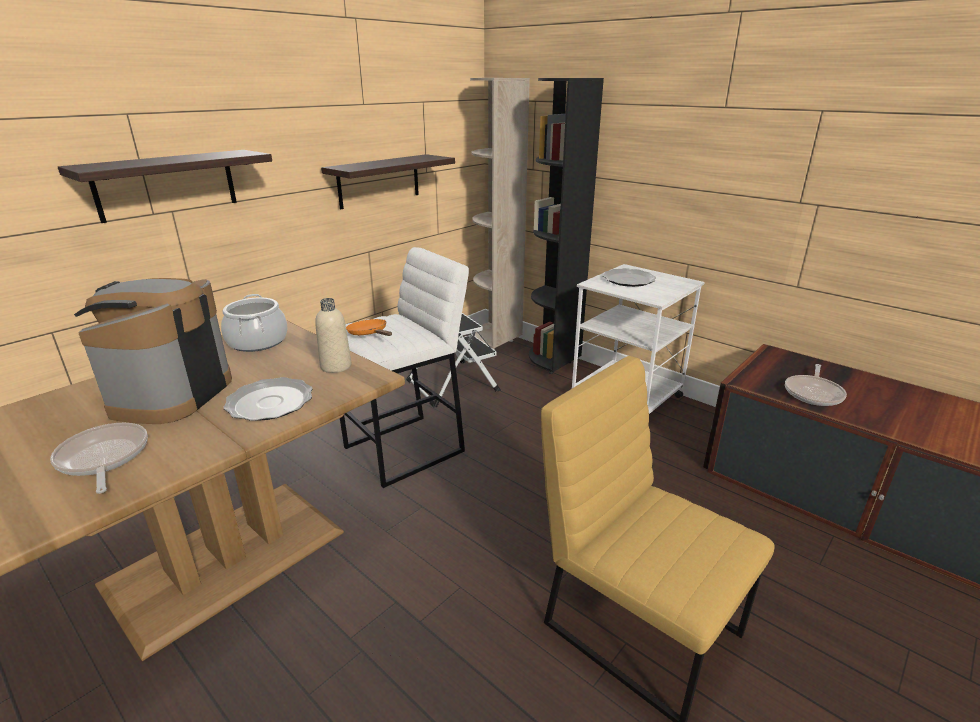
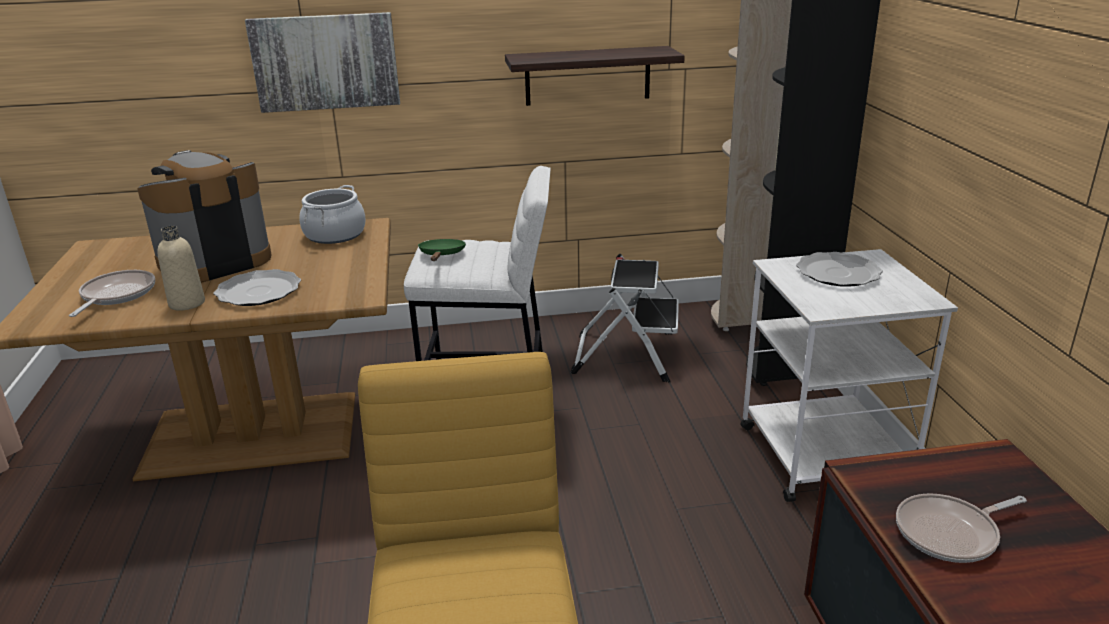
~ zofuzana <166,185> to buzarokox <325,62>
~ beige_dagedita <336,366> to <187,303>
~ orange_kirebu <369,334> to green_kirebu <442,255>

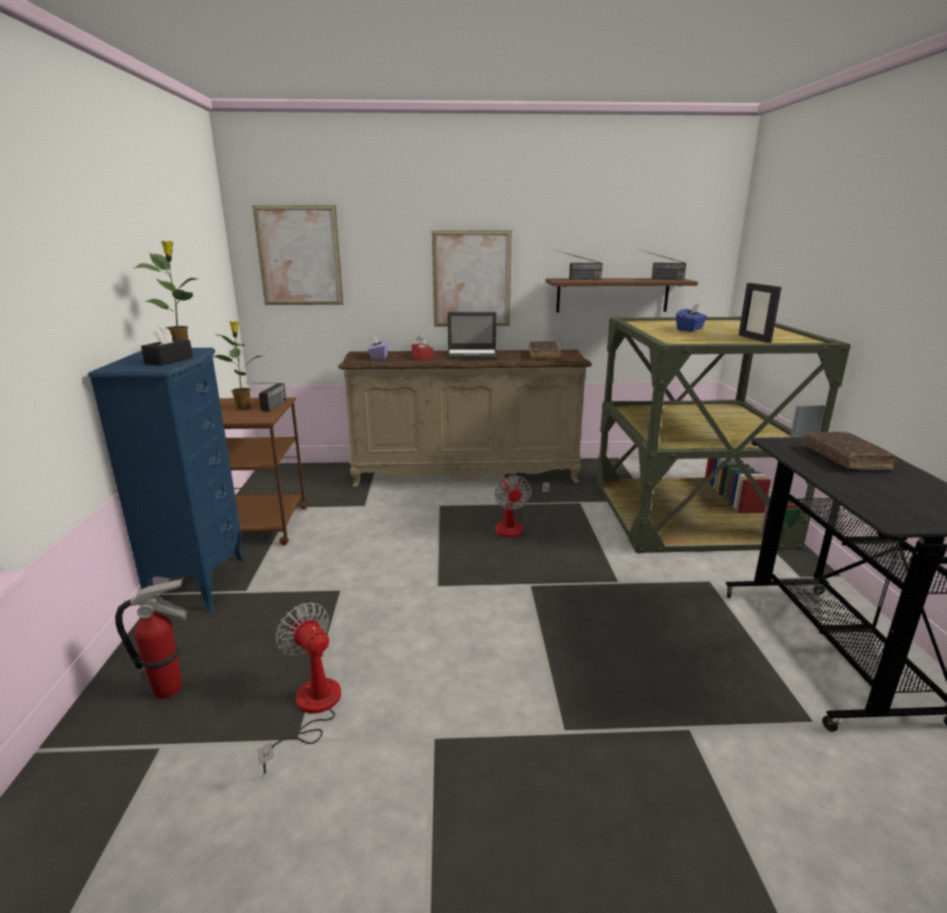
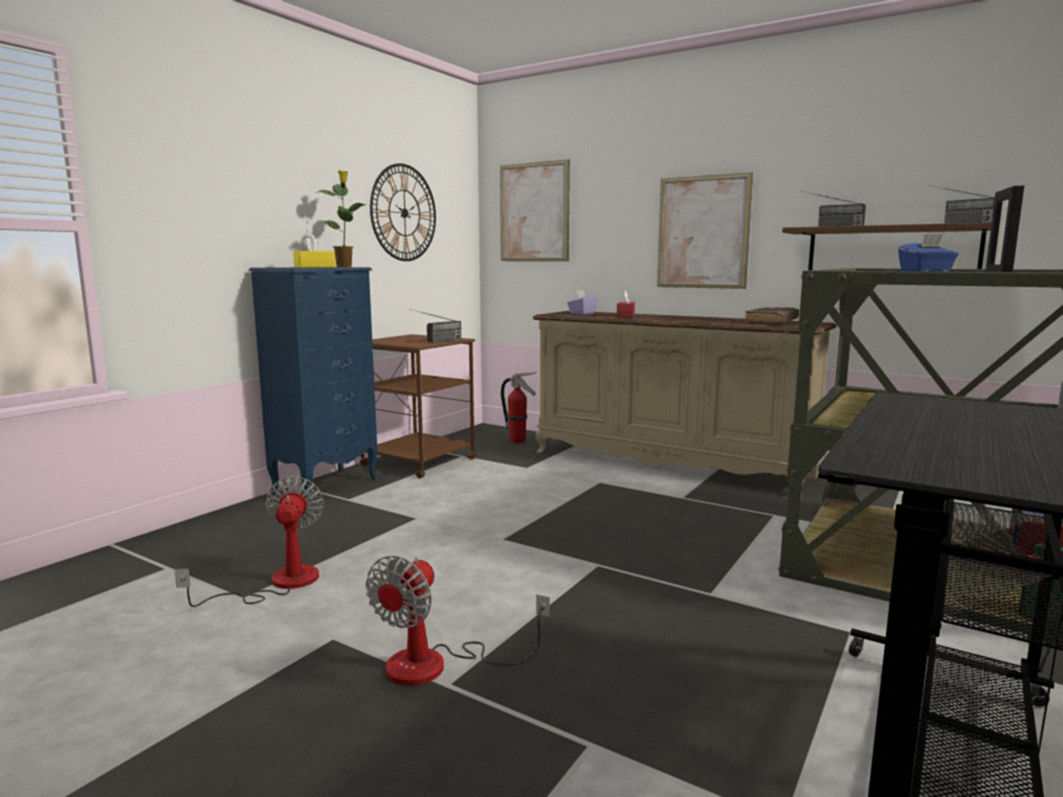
~ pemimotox <169,689> to <518,441>
~ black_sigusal <169,360> to yellow_sigusal <314,267>
- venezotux <244,407>
- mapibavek <472,354>
~ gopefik <516,526> to <438,665>
- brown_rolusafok <844,458>
+ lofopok <404,213>

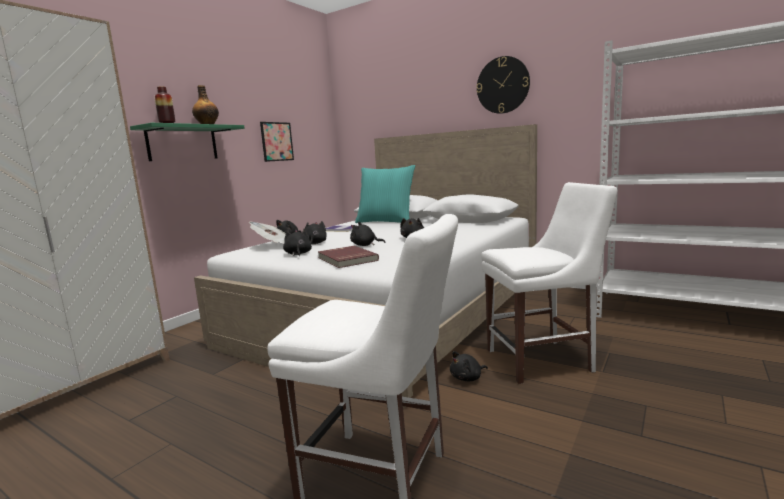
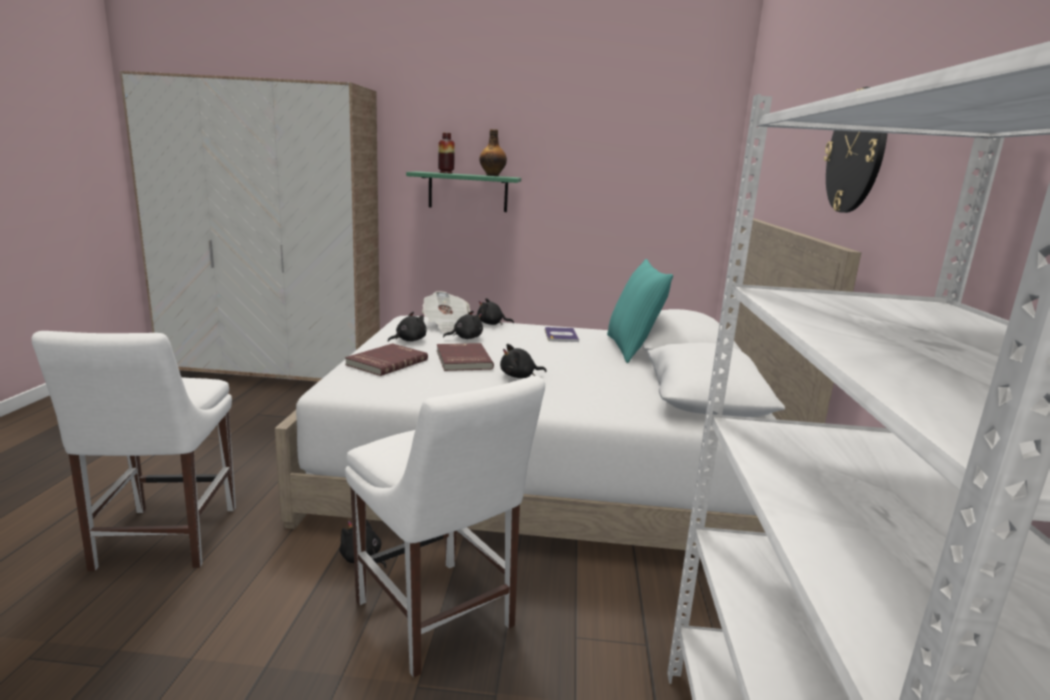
- buzarokox <277,141>
~ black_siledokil <365,245> to red_rolusafok <462,360>

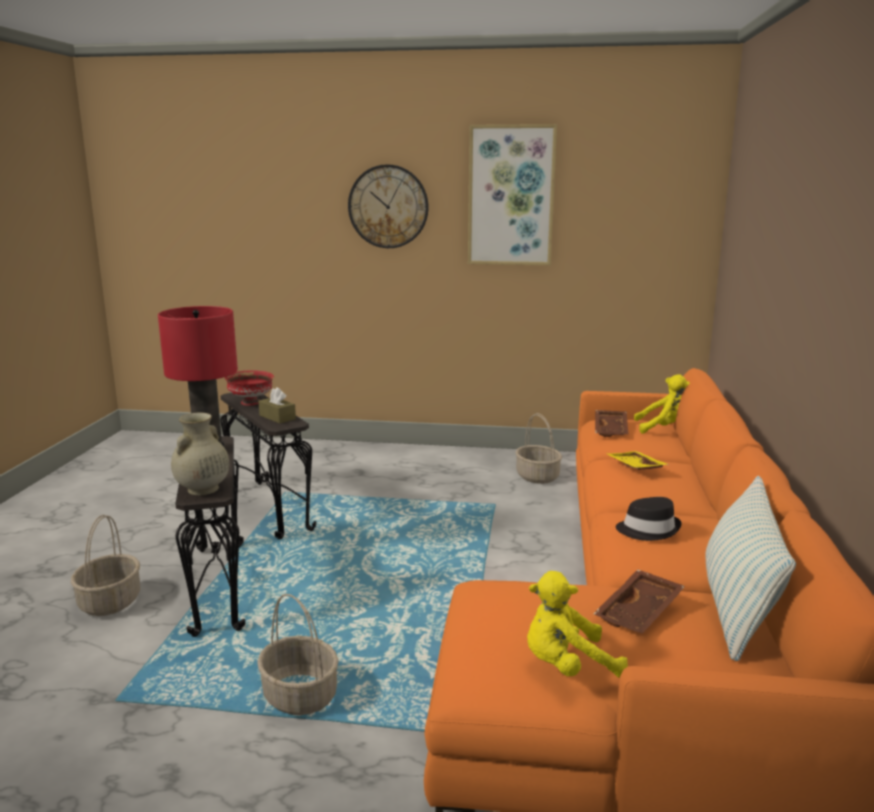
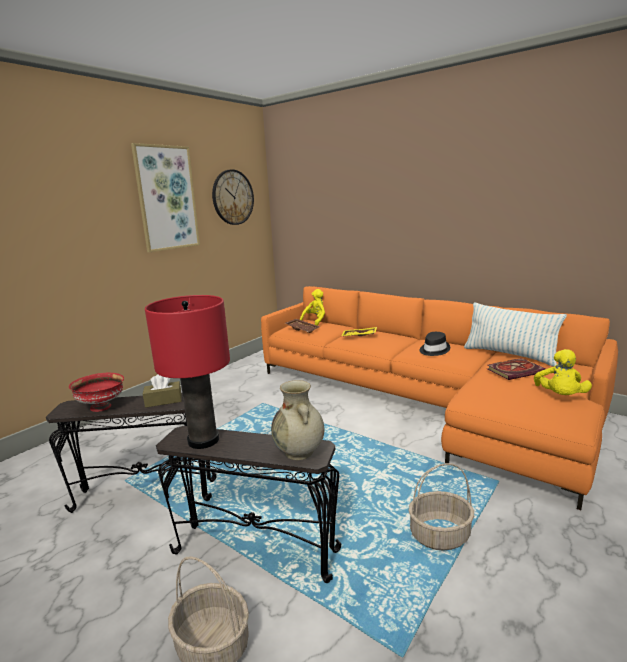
~ lofopok <388,206> to <232,197>
- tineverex <538,477>
~ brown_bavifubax <640,612> to rolusafok <515,370>

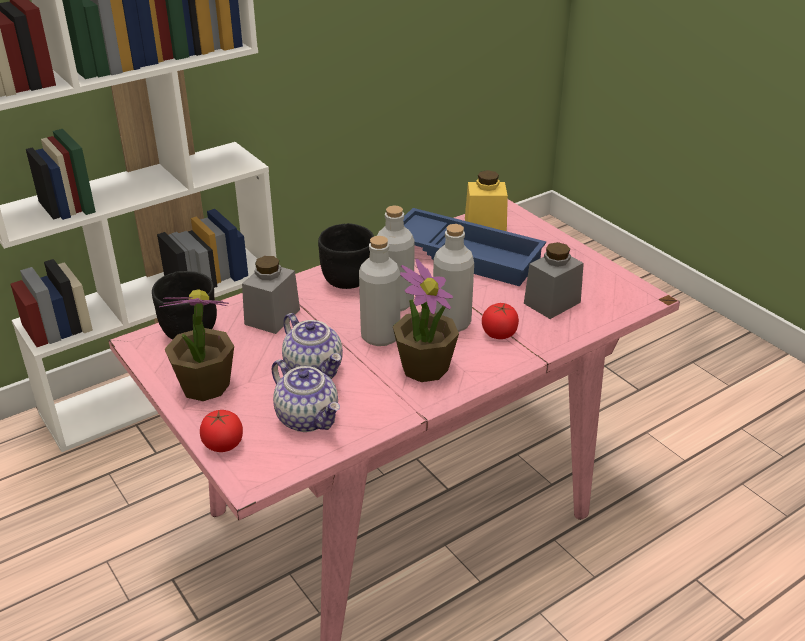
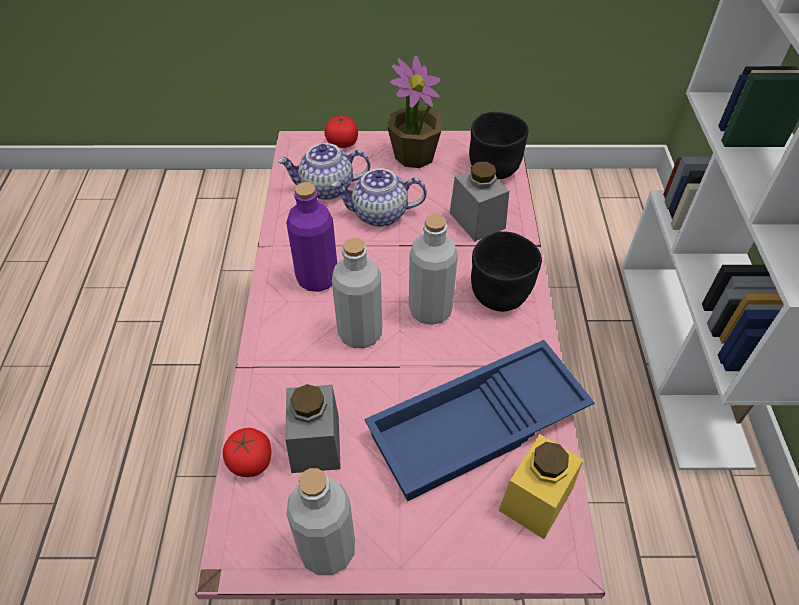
~ grey_dagedita <380,336> to <327,550>
~ venezotux <424,367> to purple_dagedita <317,278>
~ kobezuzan <499,333> to <250,462>

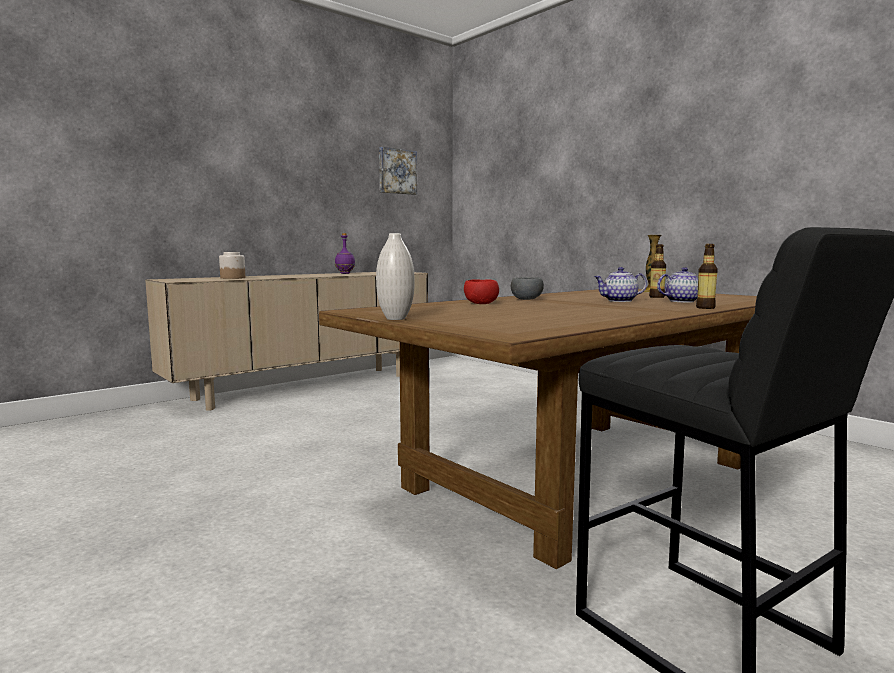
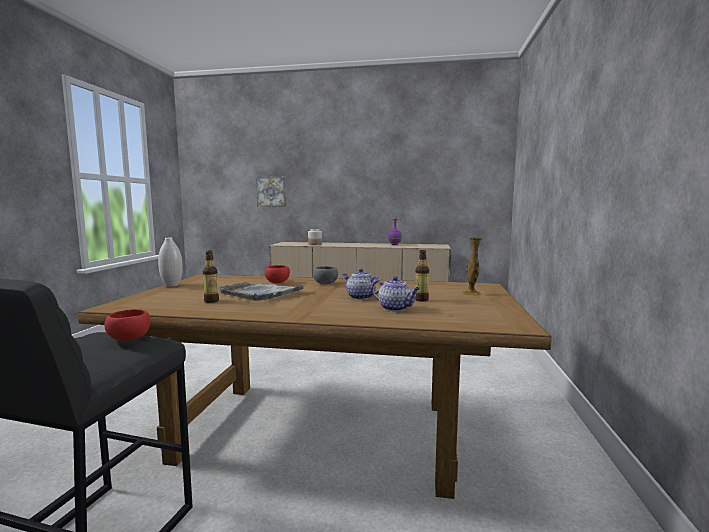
~ buzarokox <397,171> to <272,191>
~ dagedita <705,308> to <211,301>
+ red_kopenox <130,339>
+ grey_bavifubax <260,293>

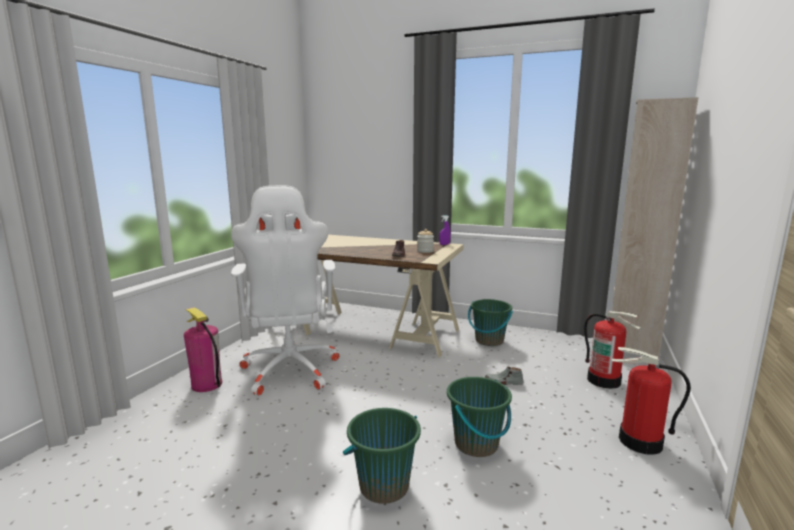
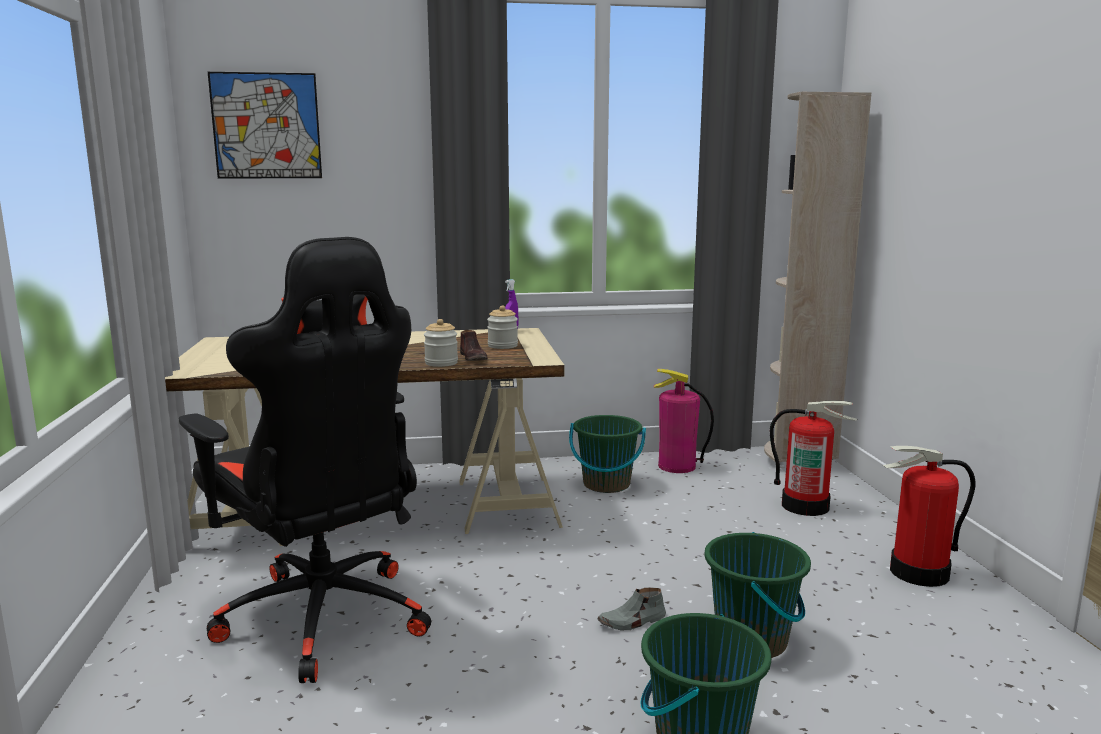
~ pemimotox <206,384> to <677,466>
~ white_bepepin <290,366> to black_bepepin <317,611>
~ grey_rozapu <503,382> to <632,621>
+ buzarokox <266,126>
+ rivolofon <441,363>

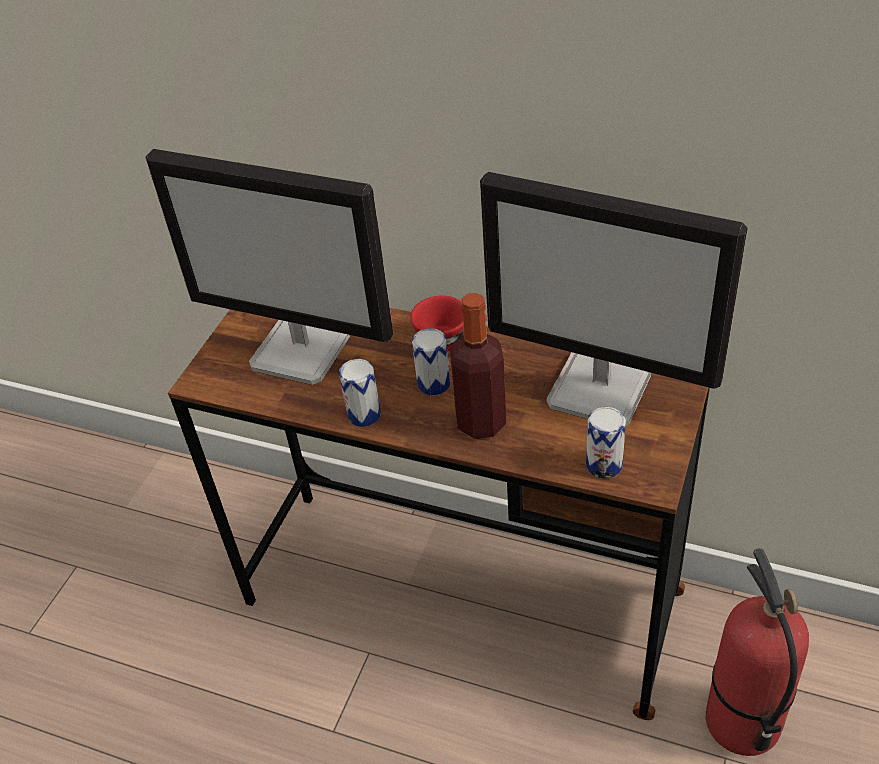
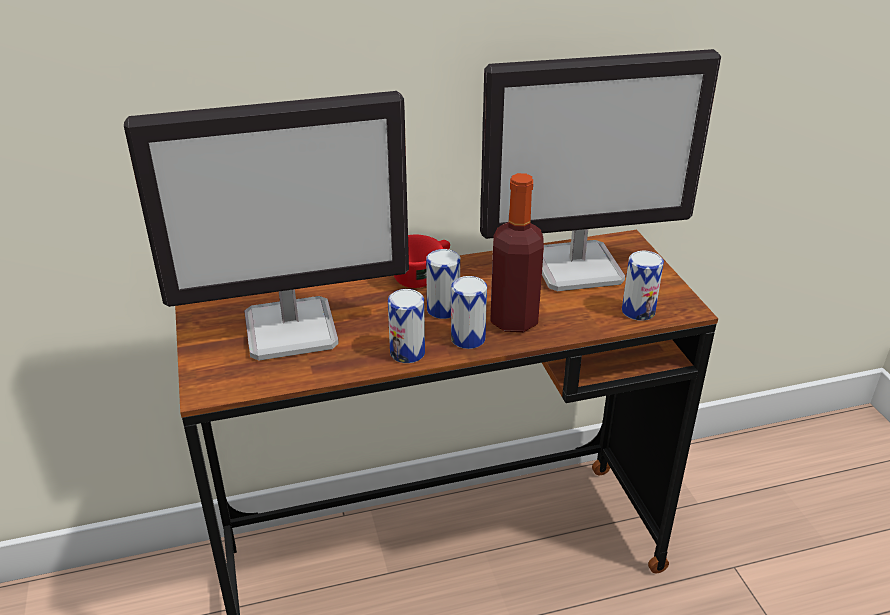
- pemimotox <741,722>
+ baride <468,338>

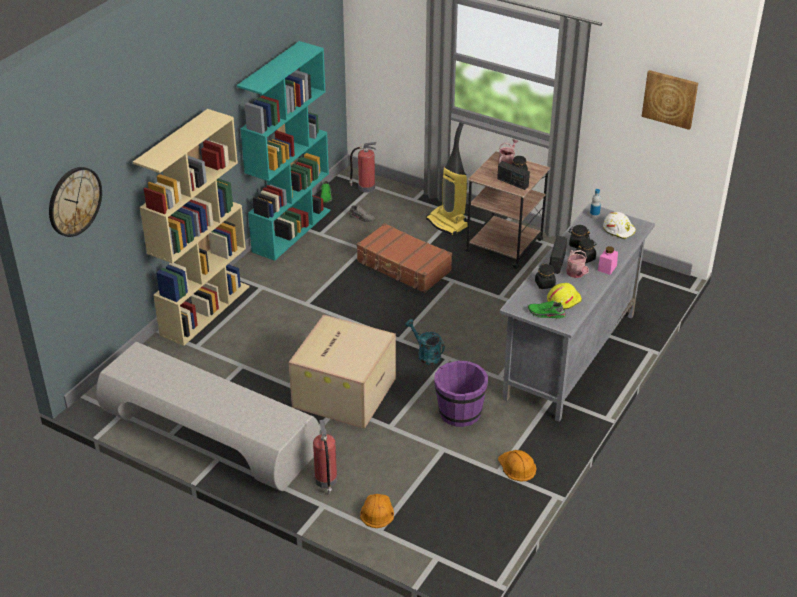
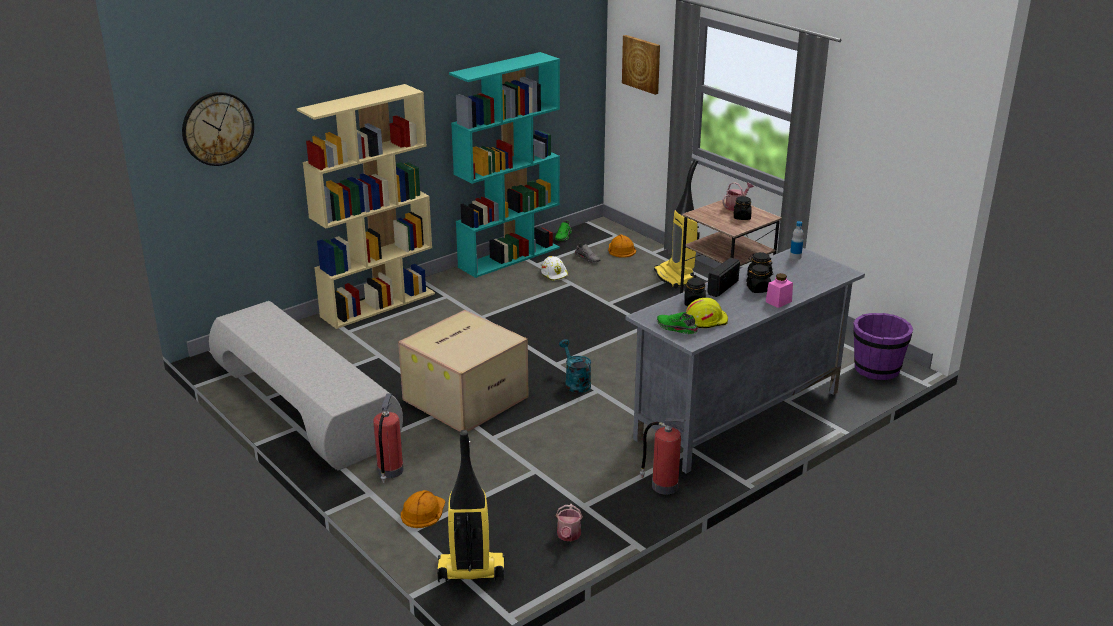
~ pemimotox <365,187> to <663,486>
- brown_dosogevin <403,267>
~ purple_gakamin <459,412> to <876,369>
- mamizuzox <512,183>
~ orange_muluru <517,466> to <621,250>
~ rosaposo <576,274> to <568,536>
~ white_muluru <619,230> to <555,274>
~ buzarokox <670,99> to <642,64>
+ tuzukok <470,572>

